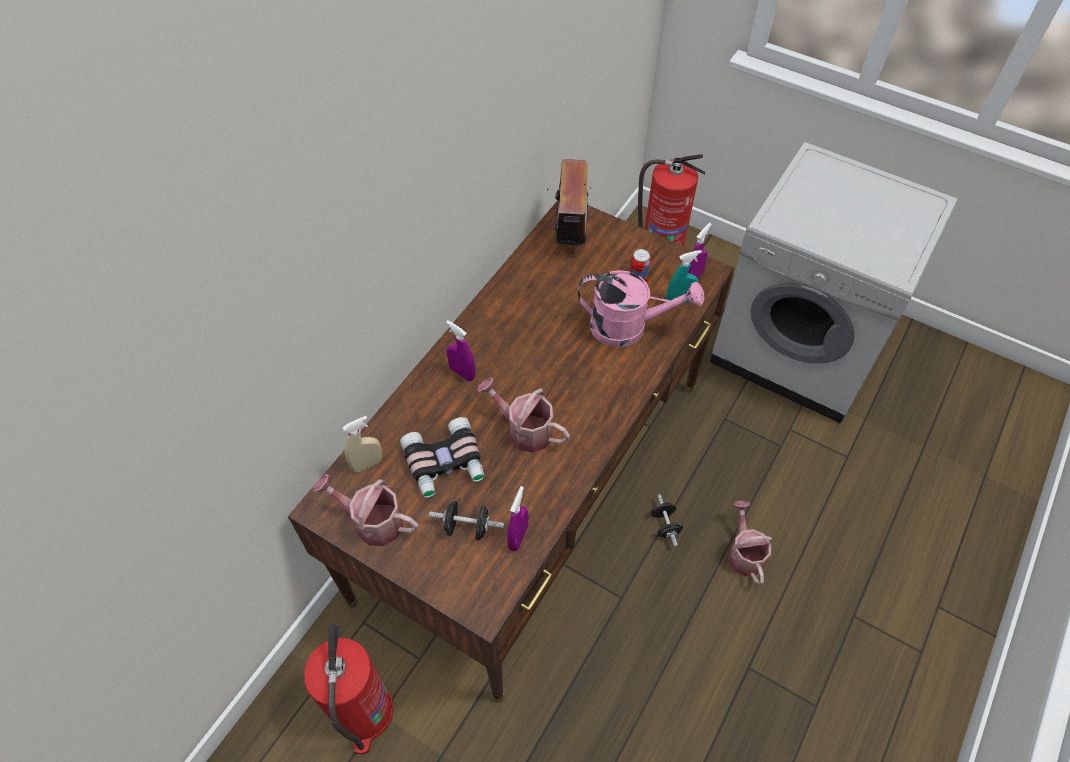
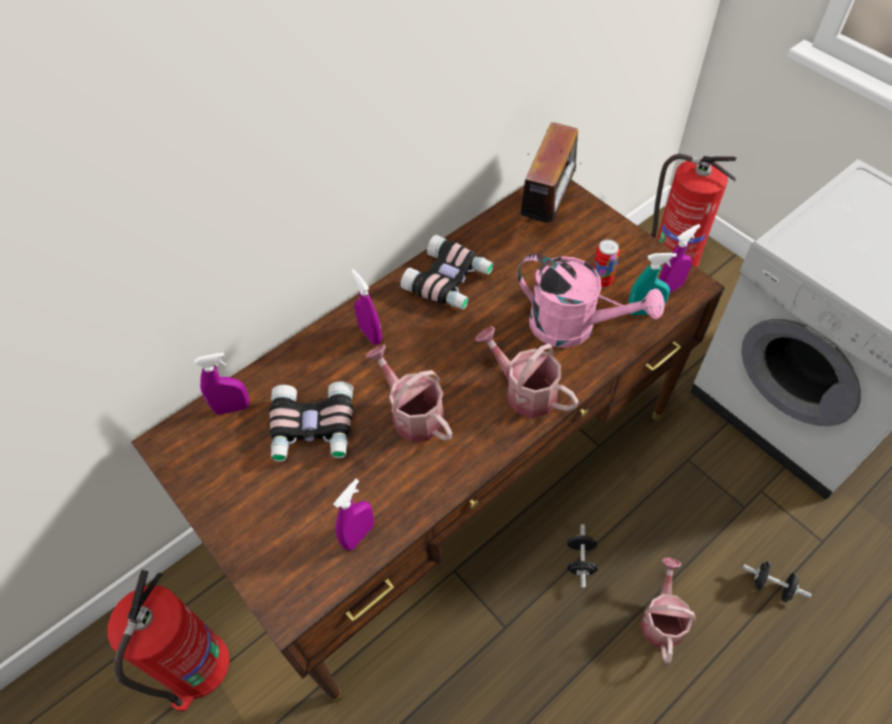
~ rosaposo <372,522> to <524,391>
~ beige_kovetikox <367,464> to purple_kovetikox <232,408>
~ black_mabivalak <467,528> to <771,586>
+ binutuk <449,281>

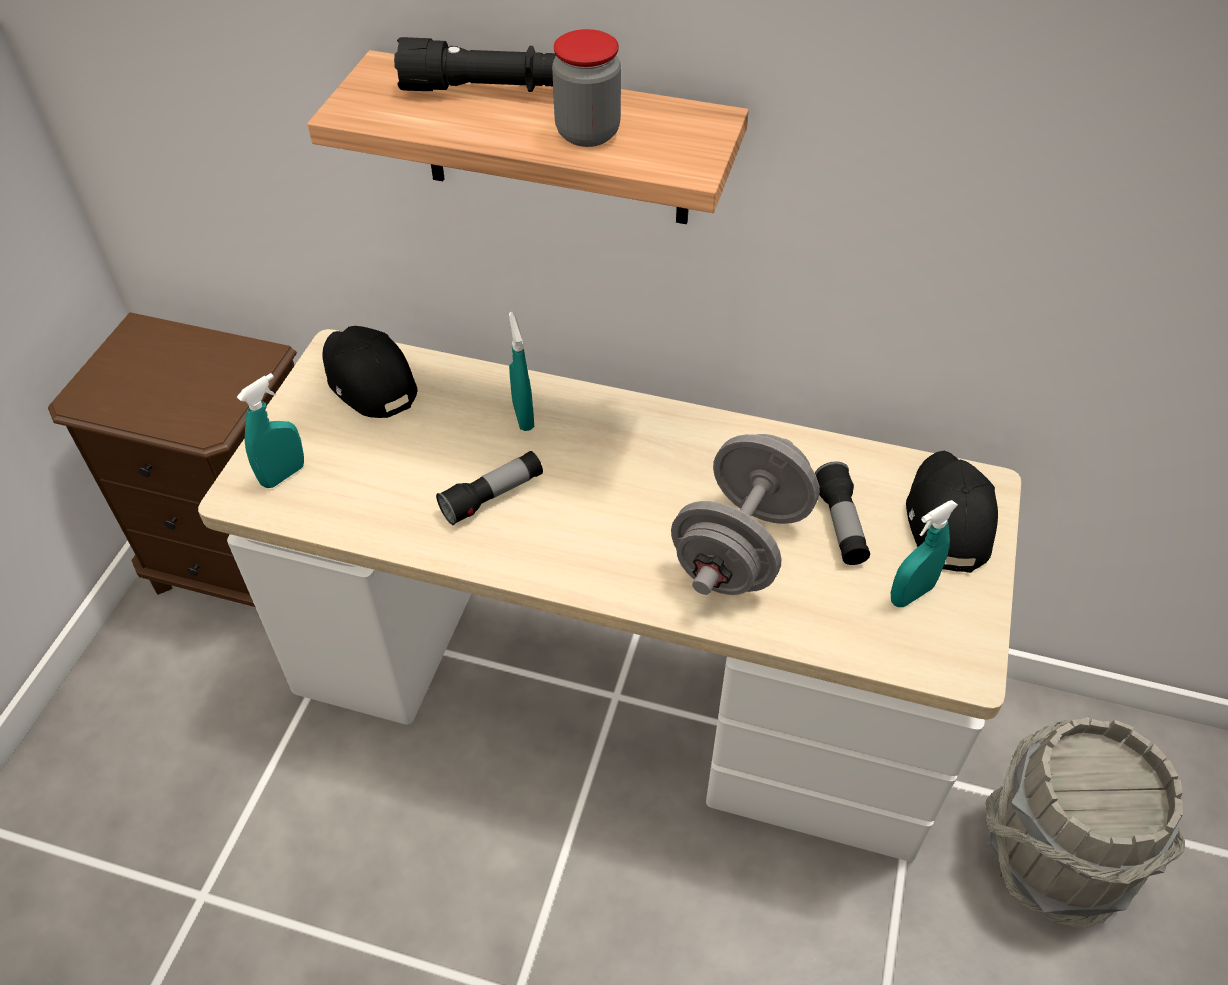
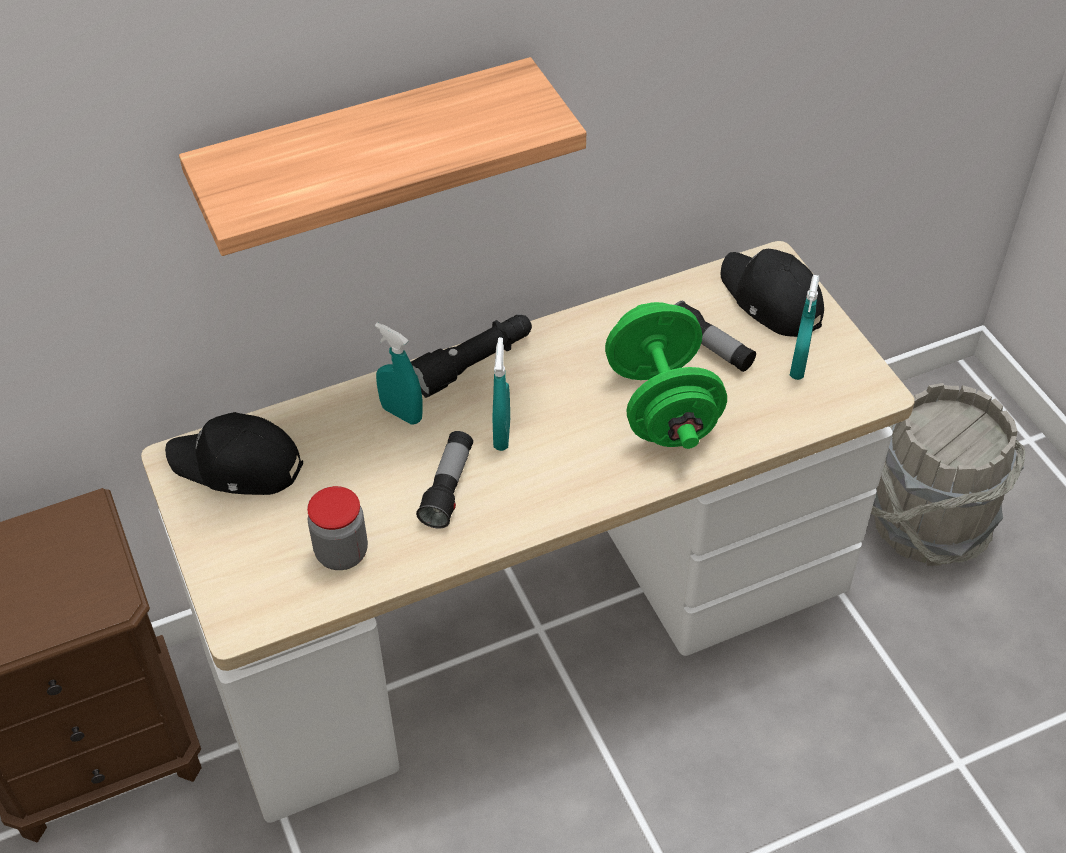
~ turquoise_kovetikox <283,475> to <502,434>
~ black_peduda <487,90> to <473,364>
~ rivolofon <587,133> to <341,553>
~ grey_mabivalak <741,547> to green_mabivalak <662,406>

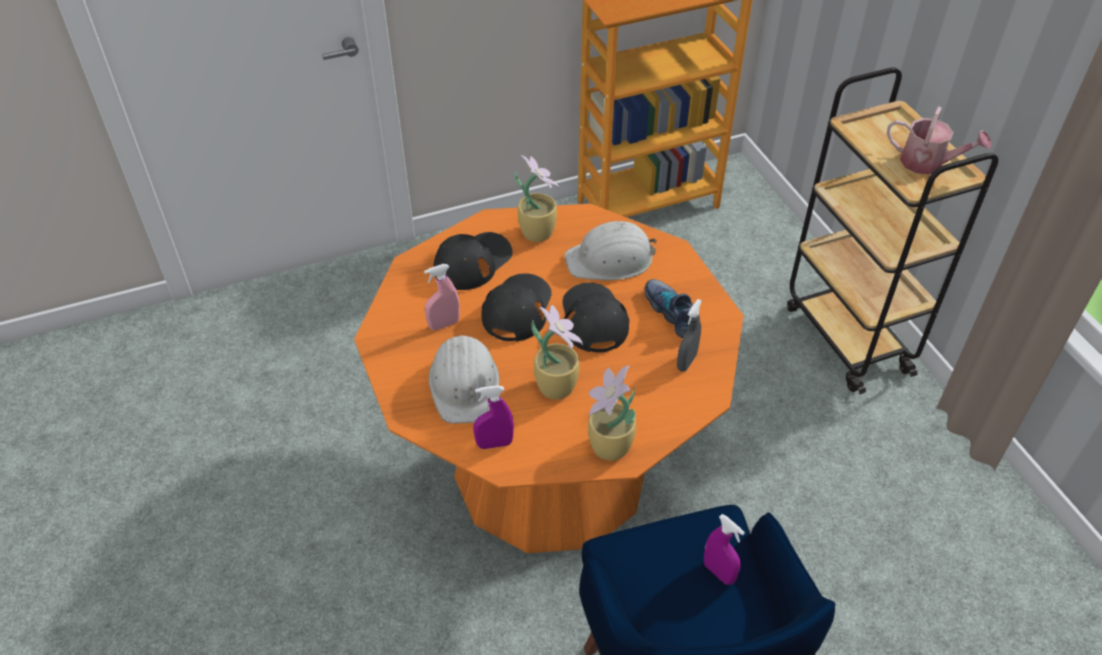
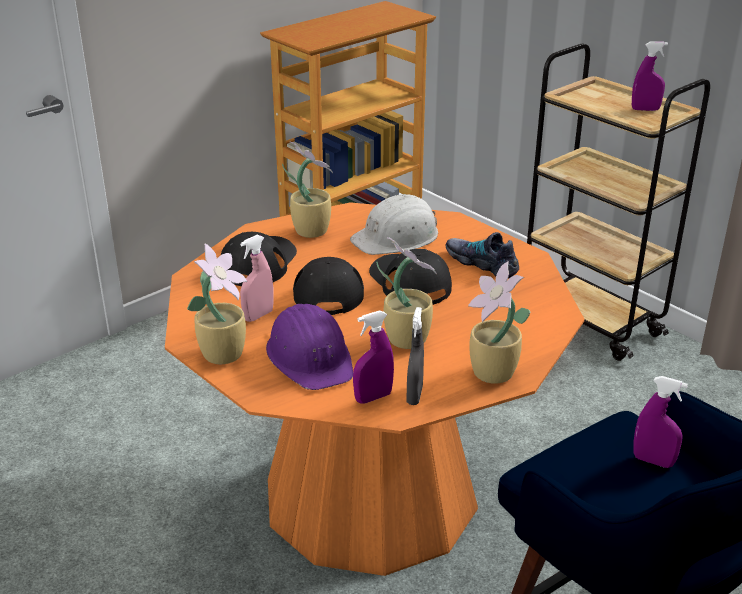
~ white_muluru <465,384> to purple_muluru <310,357>
~ grey_kovetikox <686,362> to <414,395>
~ rosaposo <928,163> to purple_kovetikox <645,109>
+ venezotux <224,353>

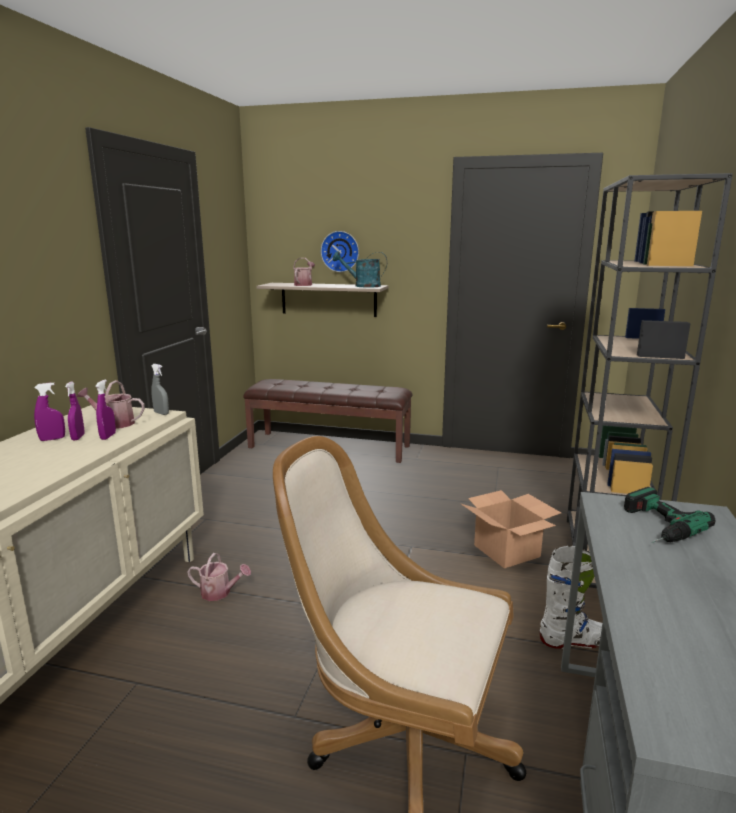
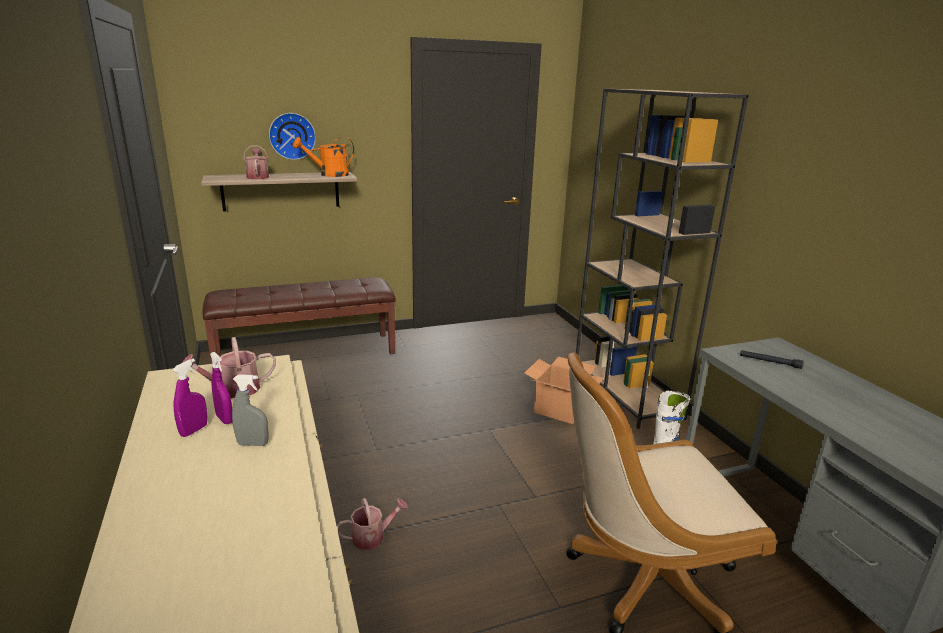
- purple_kovetikox <108,436>
~ grey_kovetikox <161,413> to <252,444>
~ turquoise_rosaposo <362,286> to orange_rosaposo <329,175>
~ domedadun <653,525> to black_peduda <770,362>

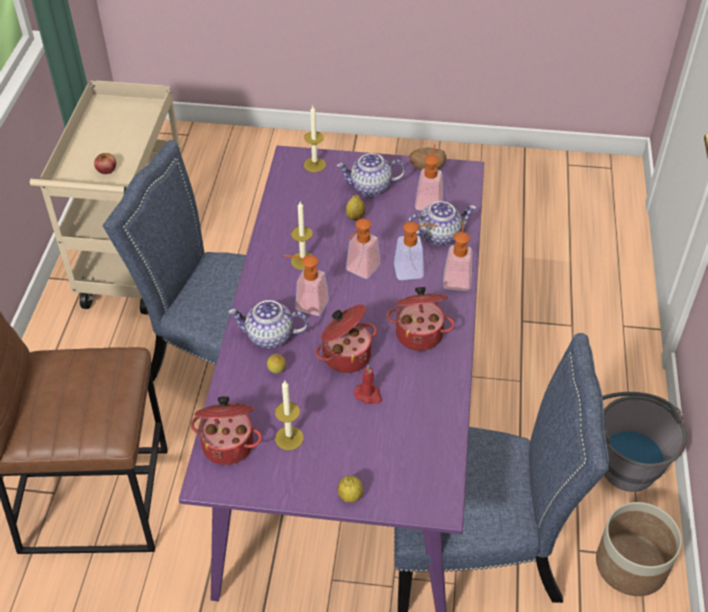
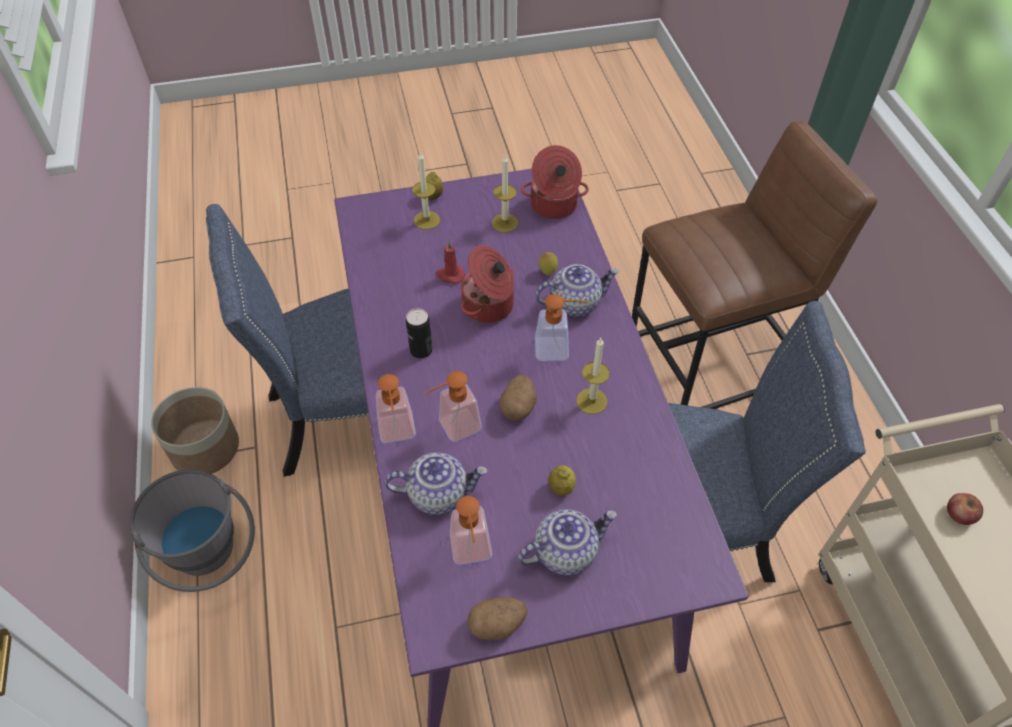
~ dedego <314,164> to <426,220>
~ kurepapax <359,271> to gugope <518,407>
~ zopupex <419,333> to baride <421,350>
~ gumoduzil <439,235> = <438,493> 150 degrees counterclockwise

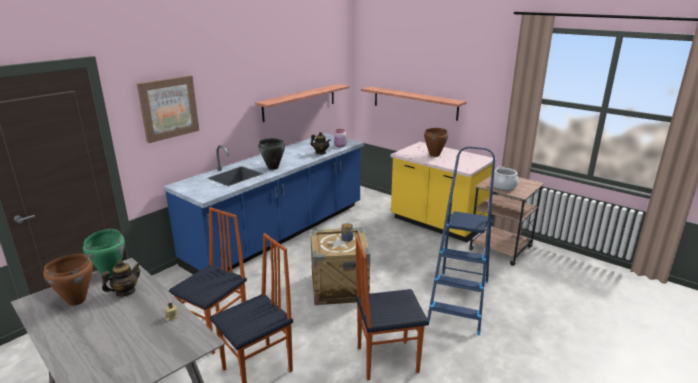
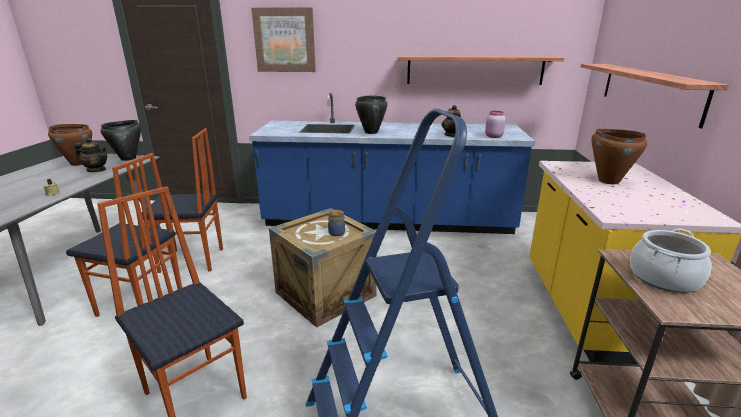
~ green_zopupex <111,272> to black_zopupex <128,158>

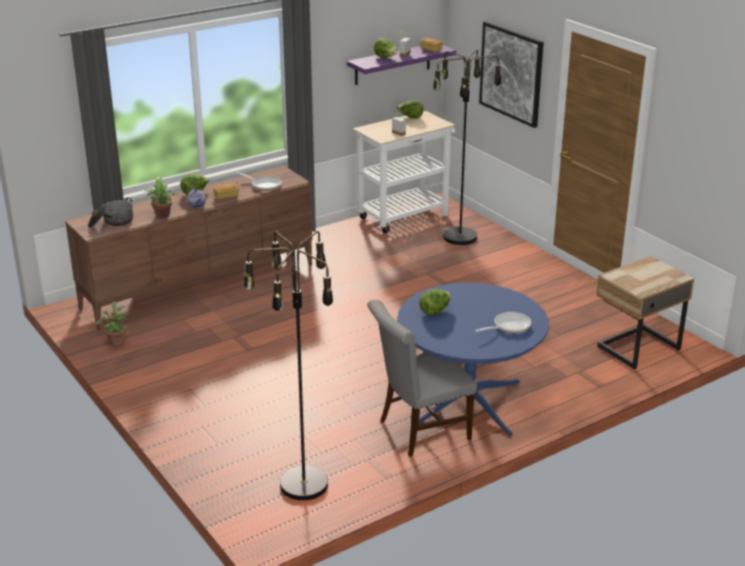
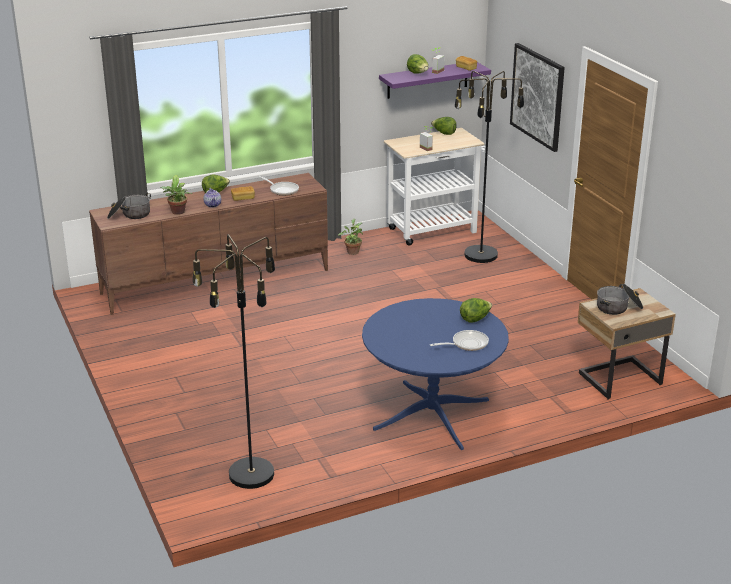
~ venezotux <116,340> to <352,251>
- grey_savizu <419,431>
~ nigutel <435,311> to <475,319>
+ zopupex <619,307>

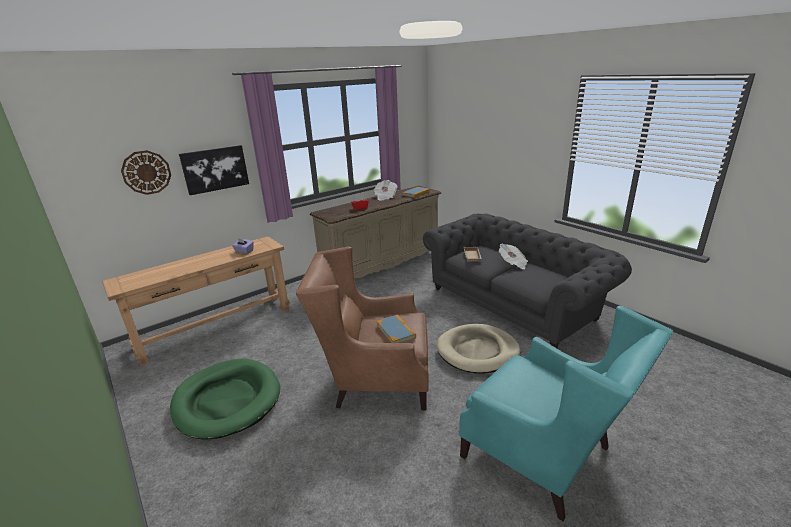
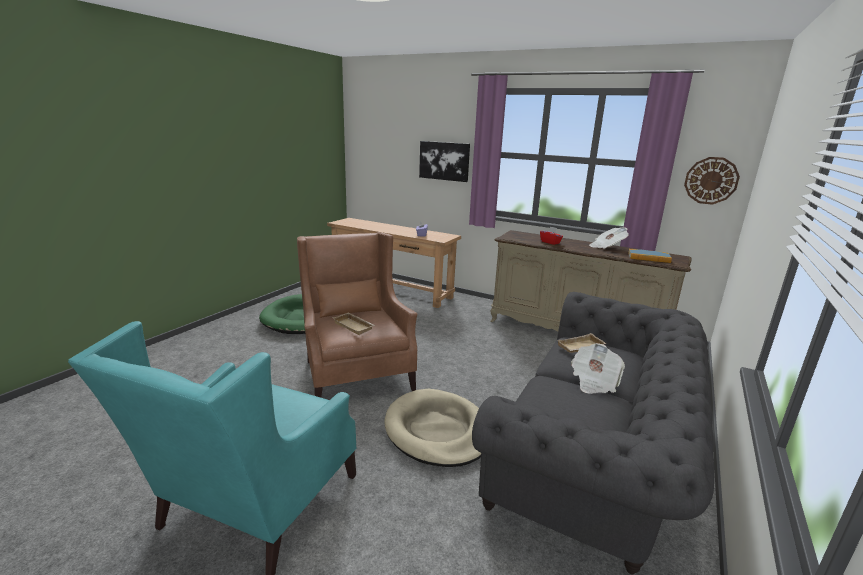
~ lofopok <146,172> to <711,180>
~ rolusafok <395,331> to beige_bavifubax <354,326>

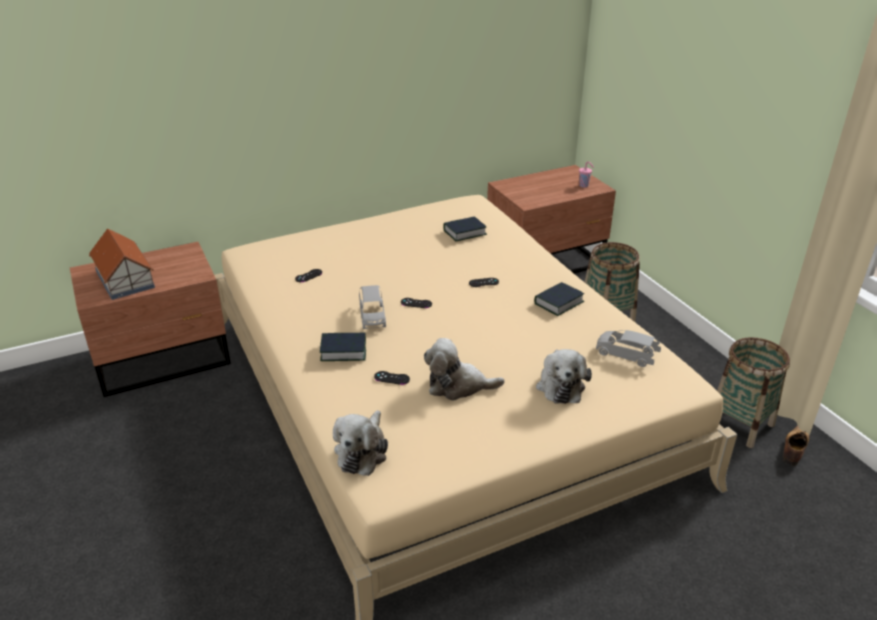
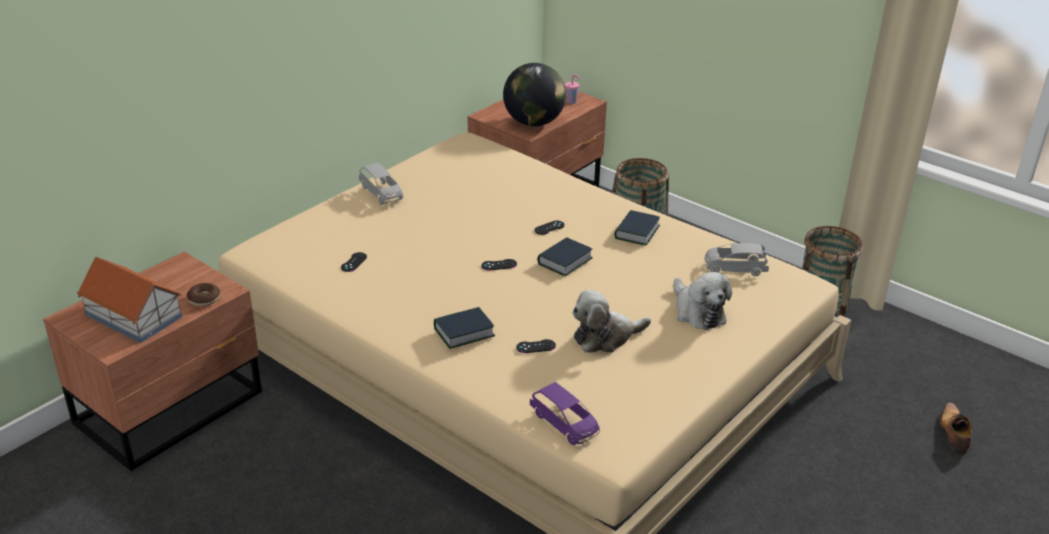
~ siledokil <362,451> to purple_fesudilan <564,424>
~ grey_fesudilan <372,316> to <381,193>
~ rolusafok <464,232> to <564,261>
~ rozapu <794,448> to <953,433>
+ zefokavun <204,299>
+ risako <533,123>

